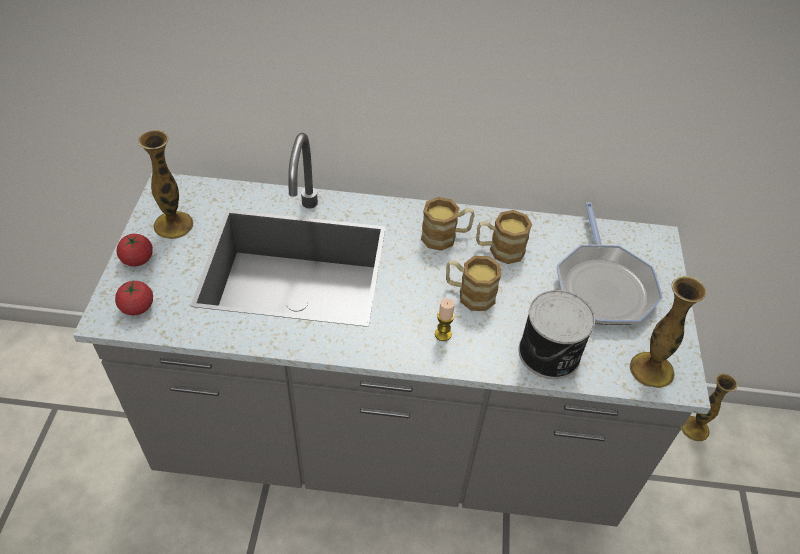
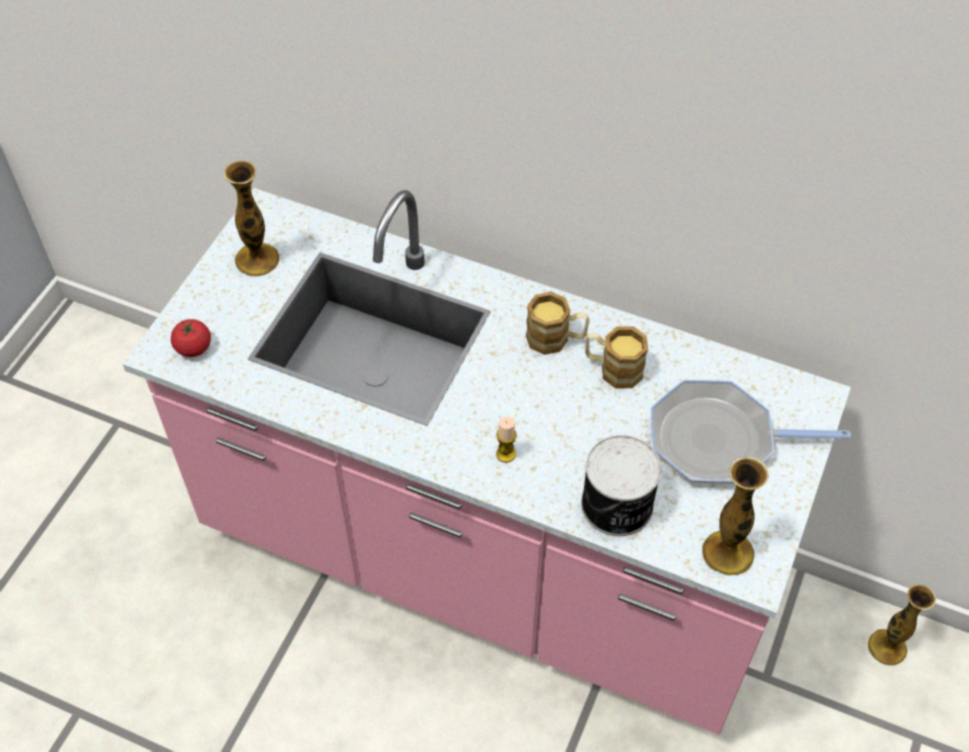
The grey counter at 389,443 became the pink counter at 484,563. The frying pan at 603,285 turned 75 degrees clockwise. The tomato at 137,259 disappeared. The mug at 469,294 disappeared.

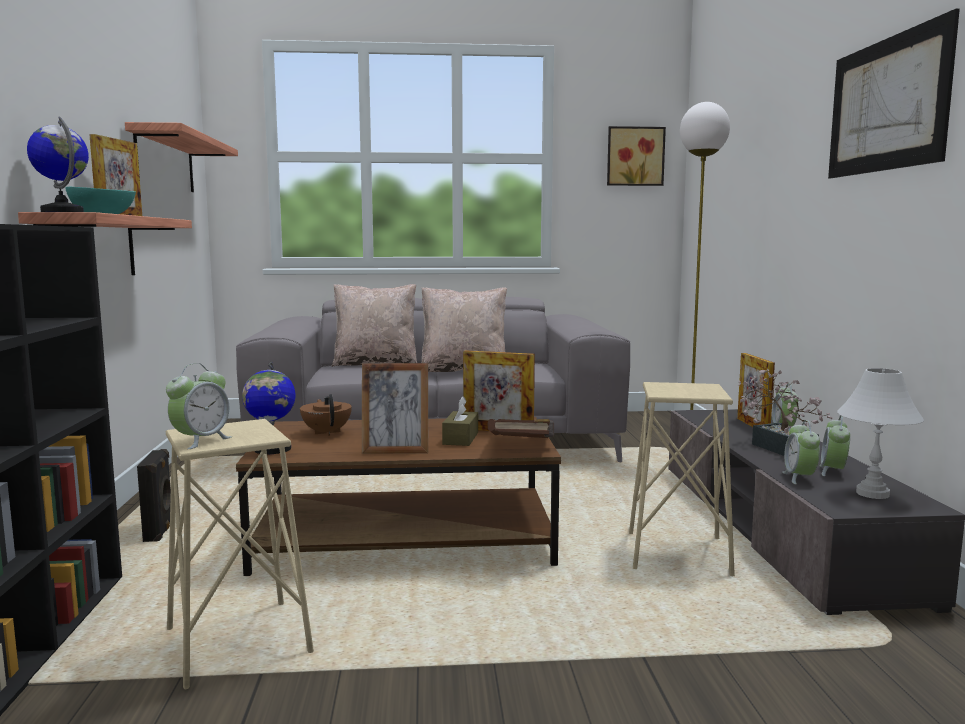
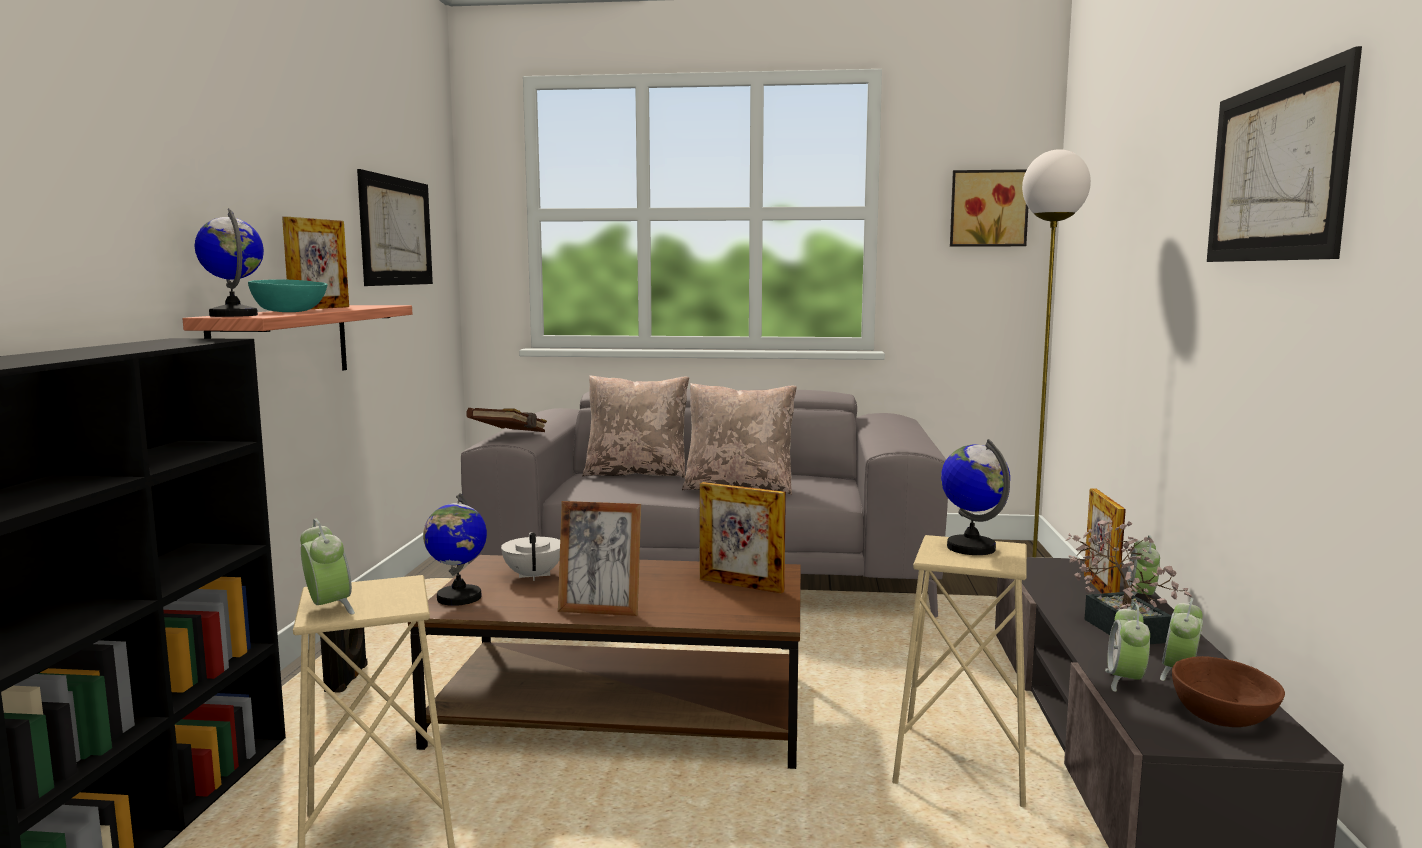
The shelf at 165,162 was replaced by the picture at 396,231. The alarm clock at 201,441 turned 75 degrees counterclockwise. The white table lamp at 873,494 was replaced by the brown bowl at 1220,716. The brown teapot at 327,432 became the white teapot at 534,576. The brown tissue box at 460,438 disappeared. The brown book moved from 522,447 to 510,436. The globe at 971,548 appeared.

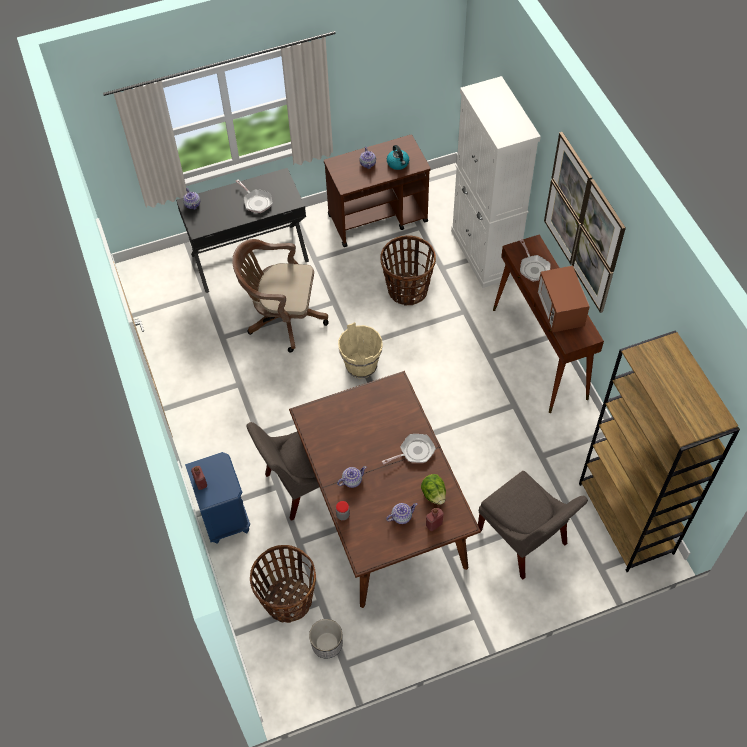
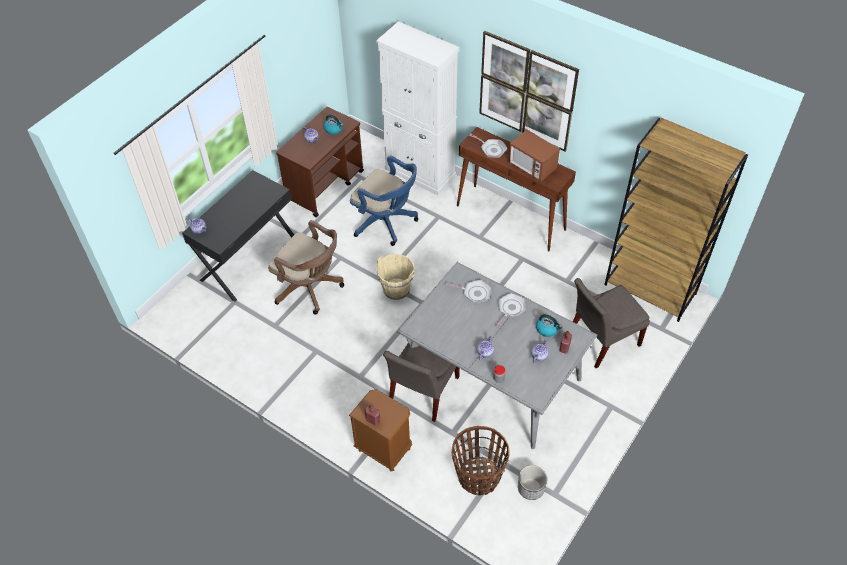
The frying pan moved from 256,201 to 474,293. The basket at 407,290 was replaced by the blue office chair at 386,222. The brown office chair at 282,318 turned 120 degrees counterclockwise. The brown dining table at 381,510 became the grey dining table at 492,376. The blue nightstand at 224,517 became the brown nightstand at 383,449. The grey chair at 524,540 turned 135 degrees clockwise. The lettuce at 433,494 was replaced by the kettle at 547,329.

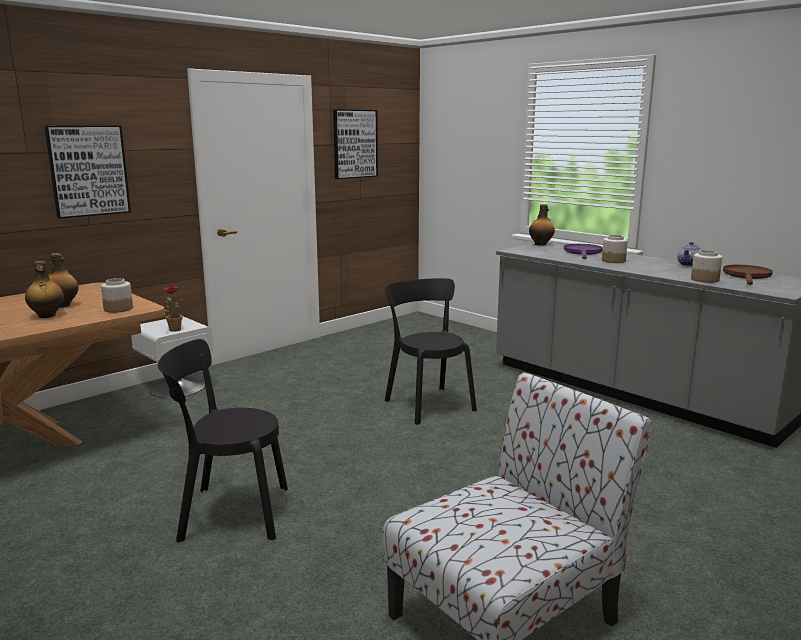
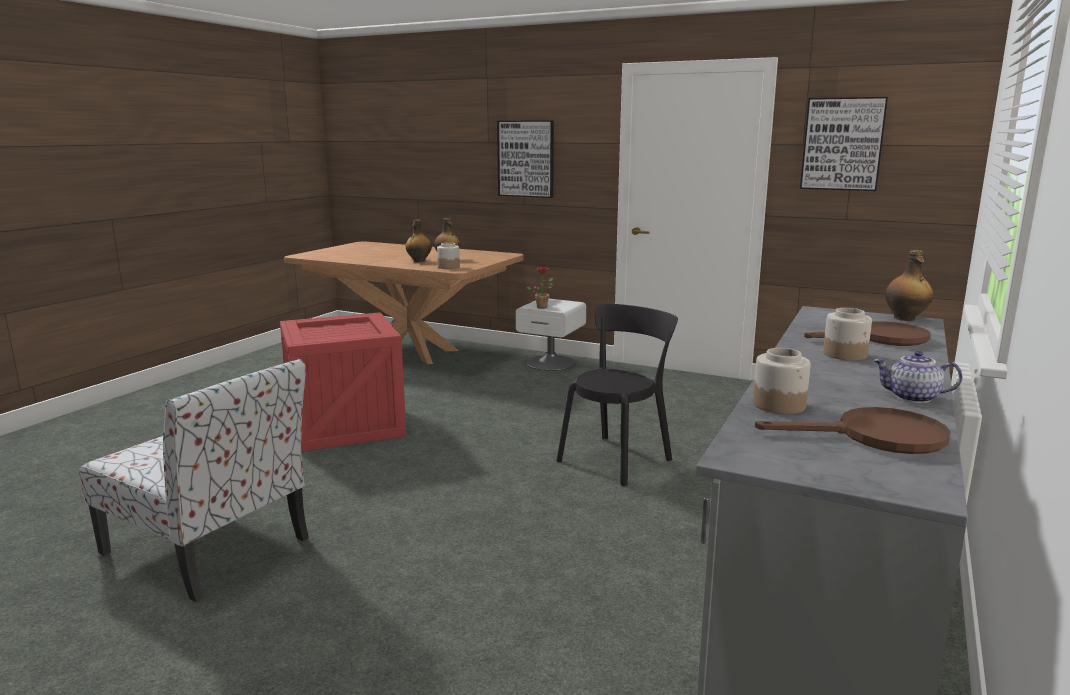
The purple frying pan at 583,253 became the brown frying pan at 881,339. The black chair at 229,513 was replaced by the crate at 346,424.

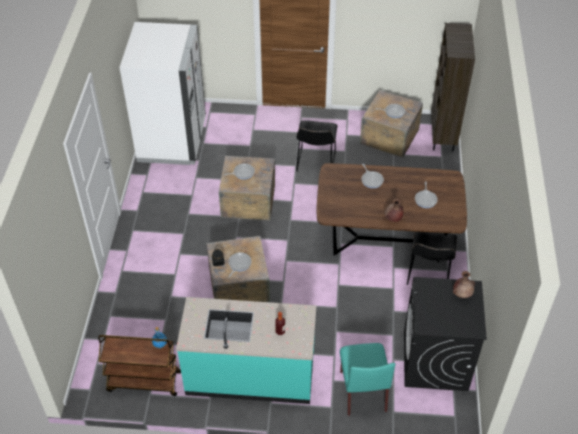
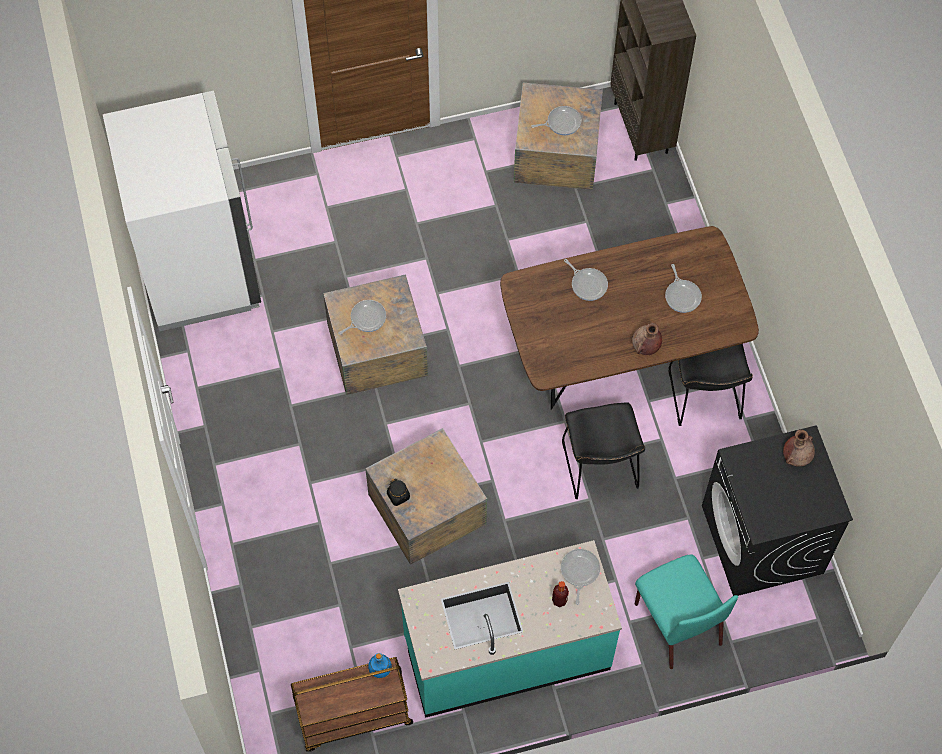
The black chair moved from 315,163 to 601,469. The frying pan moved from 239,264 to 579,572.

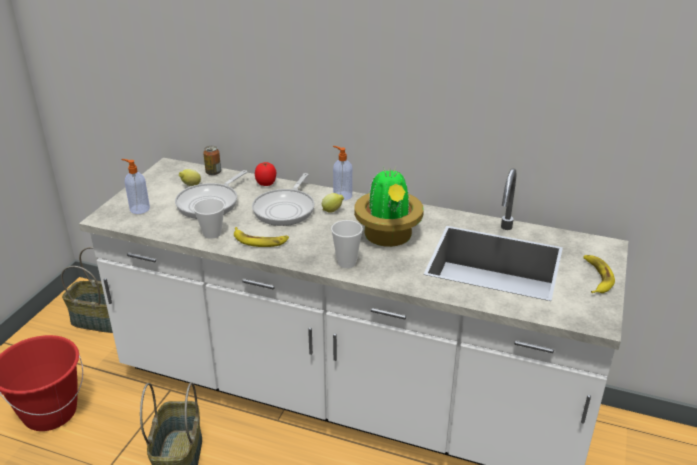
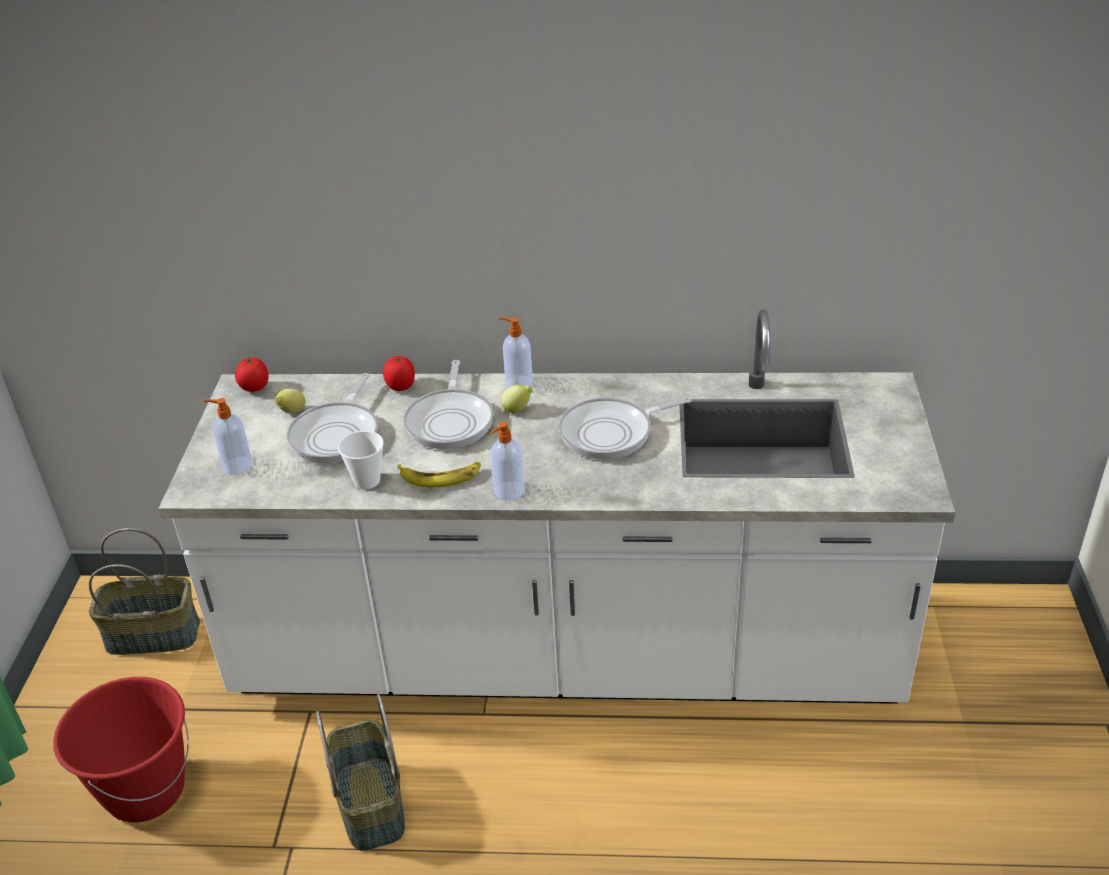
The can at 213,172 disappeared. The potted plant at 388,237 was replaced by the frying pan at 611,433. The cup at 346,263 disappeared. The banana at 596,277 disappeared. The tomato at 254,388 appeared. The soap dispenser at 508,492 appeared.

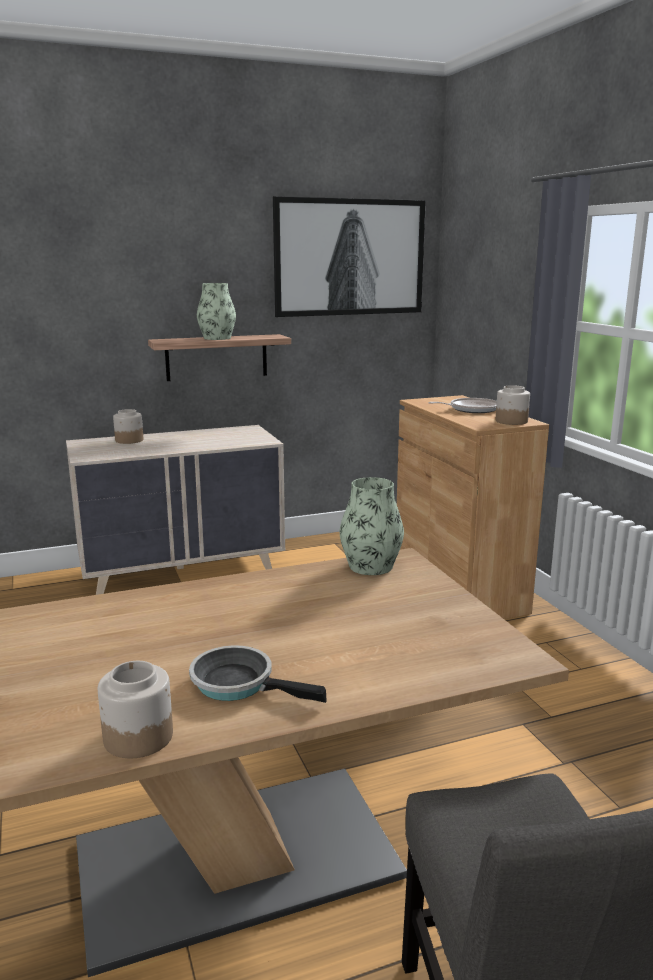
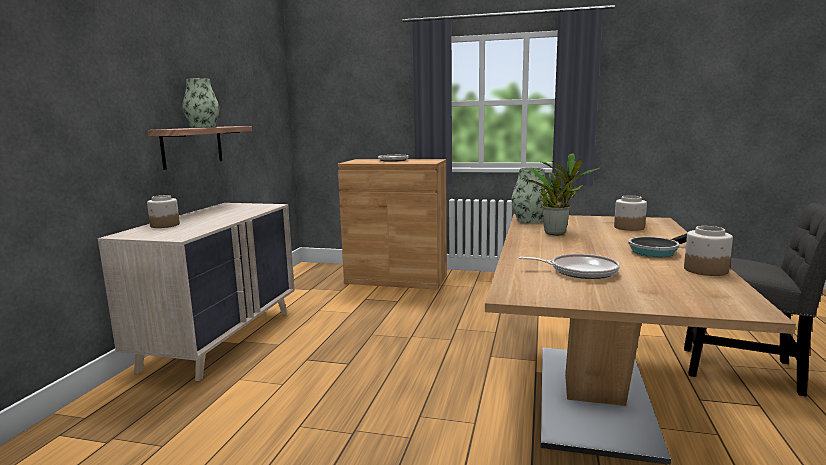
The picture at 349,257 disappeared. The jar moved from 511,421 to 628,227. The potted plant at 557,233 appeared. The frying pan at 580,271 appeared.

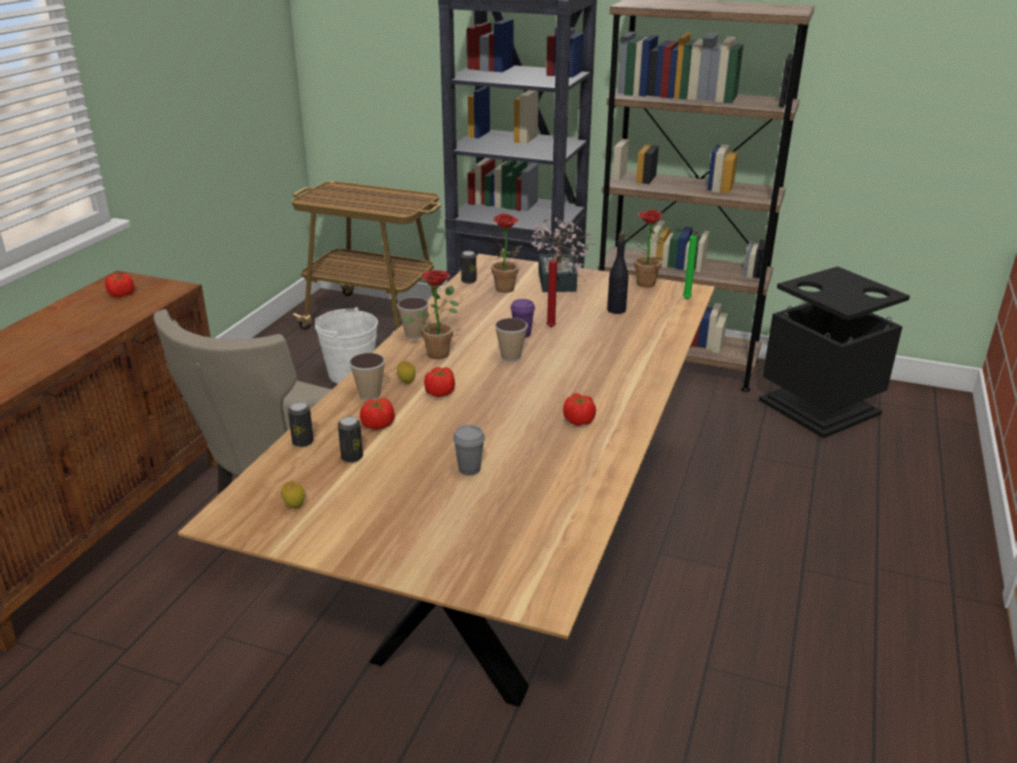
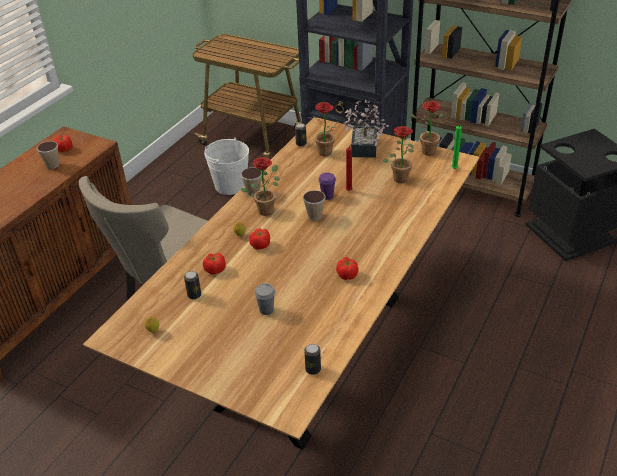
The black bottle at 616,310 was replaced by the potted plant at 400,177. The cup moved from 369,394 to 53,165. The can moved from 303,442 to 313,369.

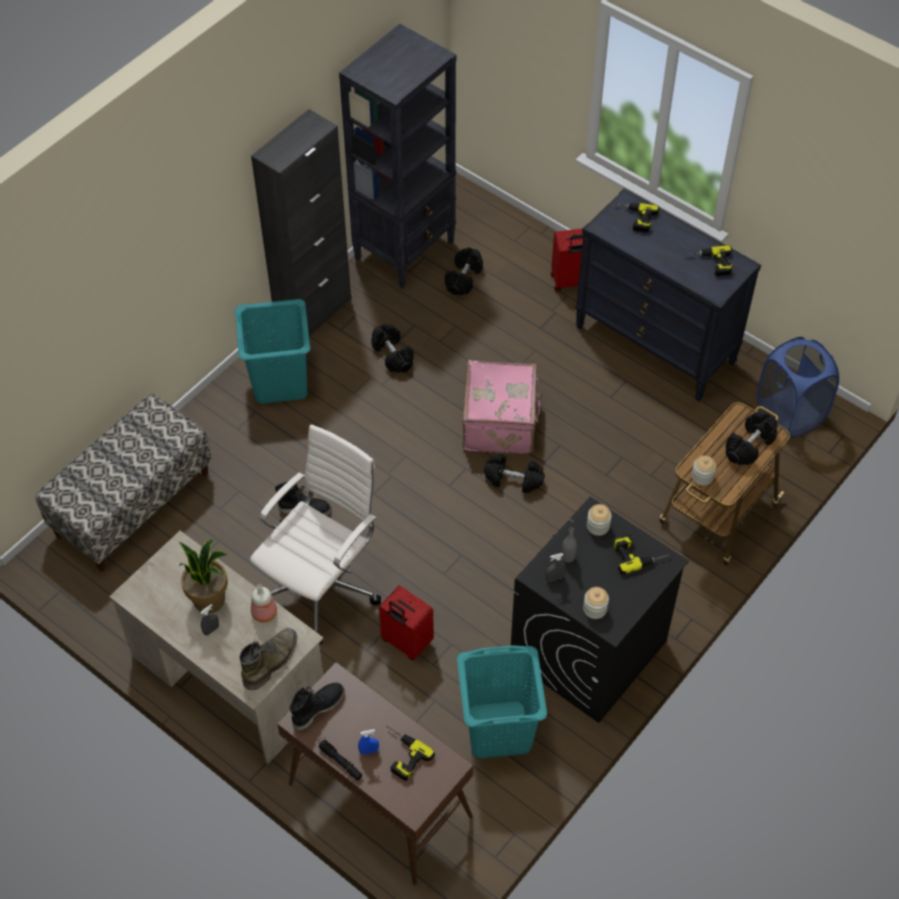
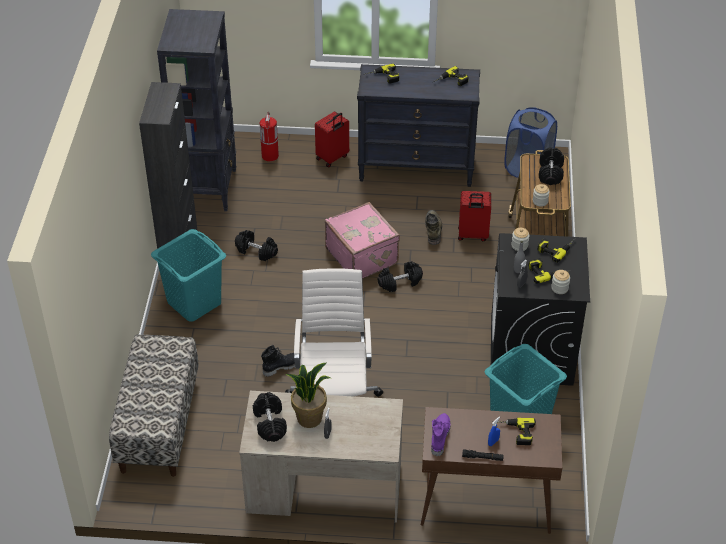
The black dumbbell moved from 463,278 to 269,423. The bottle at 264,613 disappeared. The red suitcase moved from 406,642 to 472,235. The green boot moved from 271,661 to 433,229. The black boot at 318,707 became the purple boot at 439,437. The fire extinguisher at 270,156 appeared. The power drill at 547,271 appeared.

